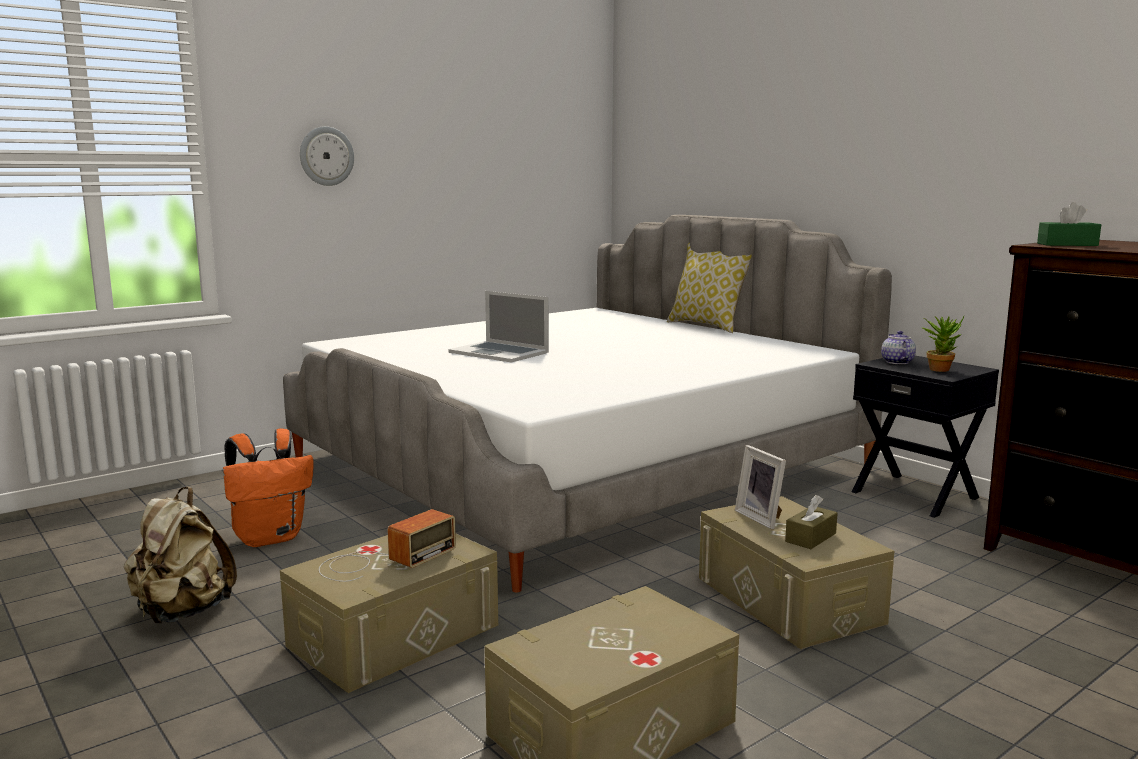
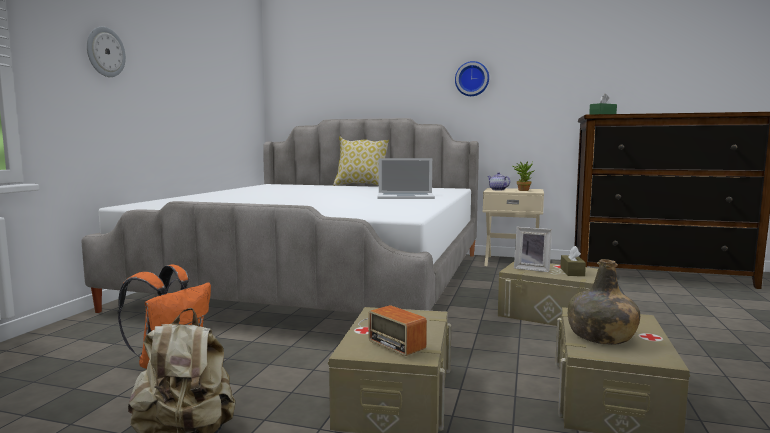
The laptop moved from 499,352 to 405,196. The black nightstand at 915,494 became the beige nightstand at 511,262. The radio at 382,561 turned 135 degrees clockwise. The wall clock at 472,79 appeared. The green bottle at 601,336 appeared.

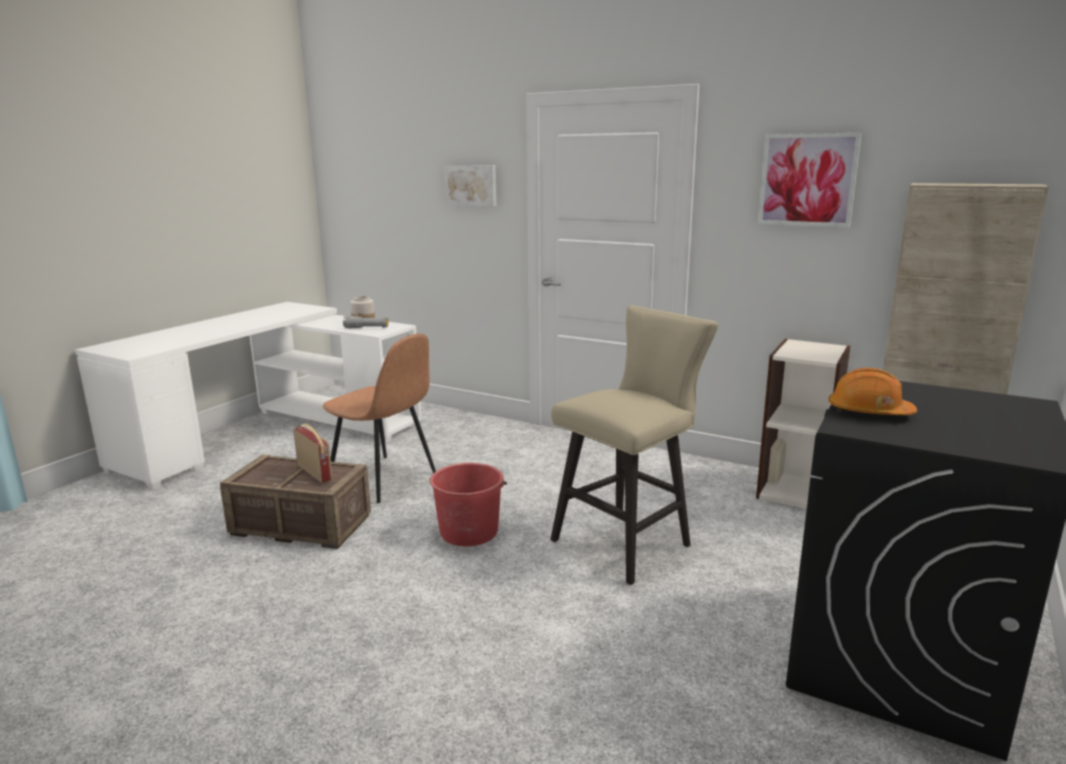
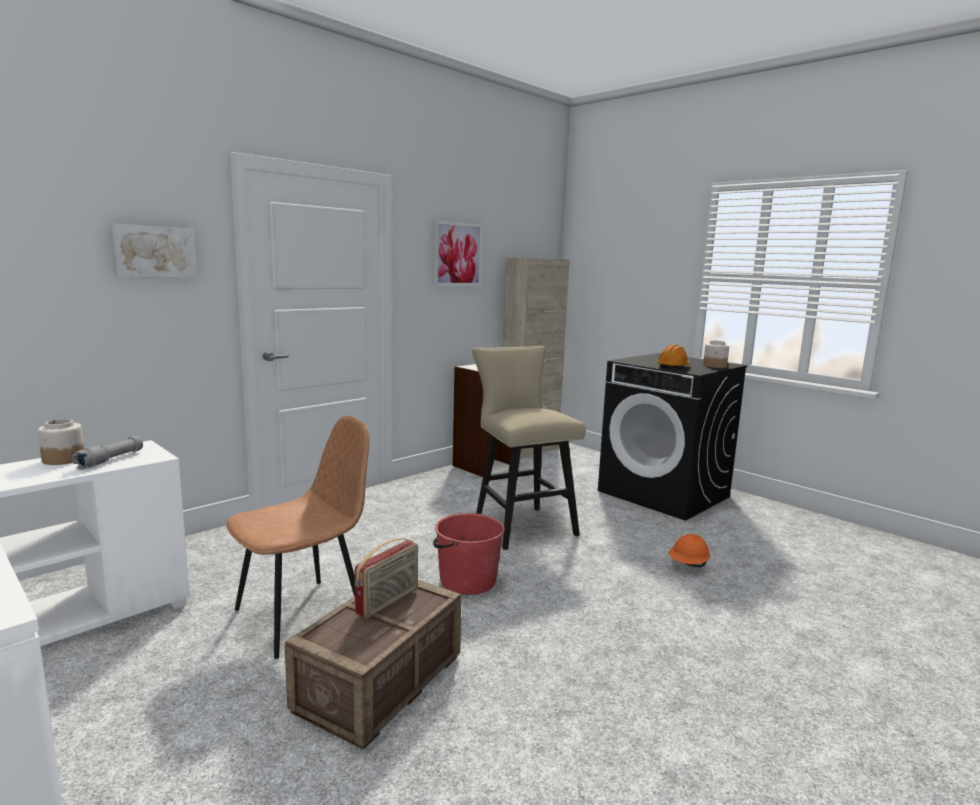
The radio at 315,472 turned 150 degrees clockwise. The jar at 715,366 appeared. The orange hard hat at 688,565 appeared.

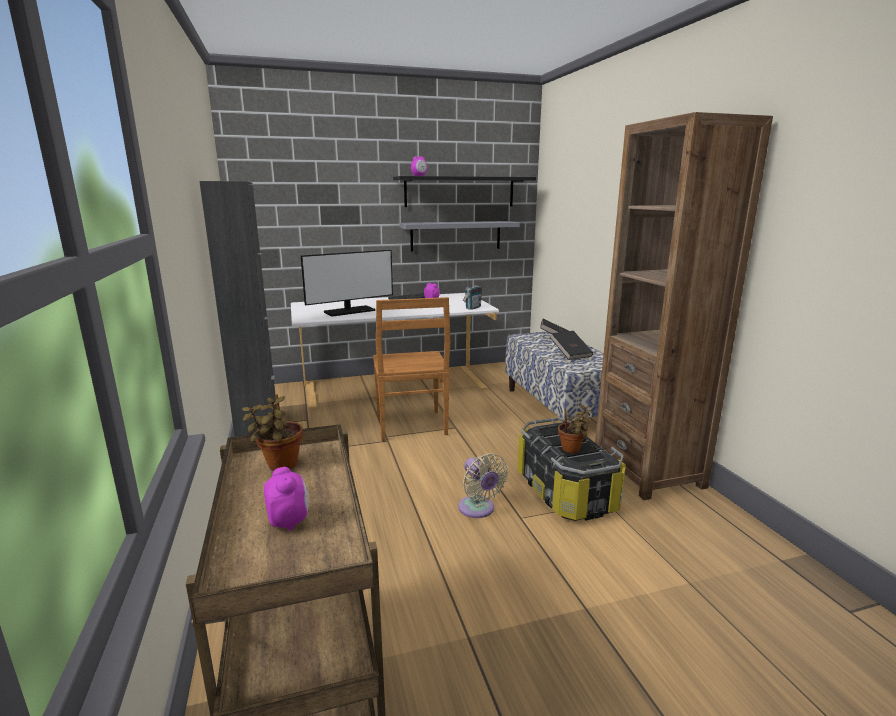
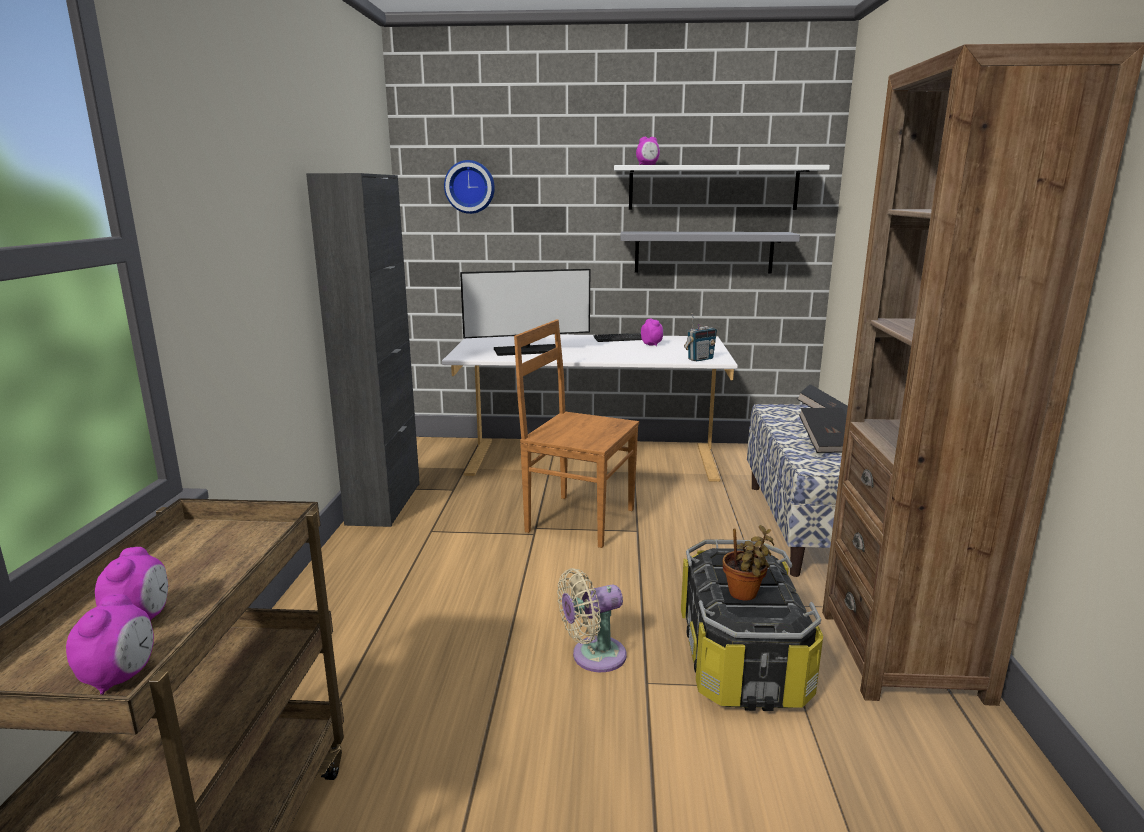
The black shelf at 459,192 became the white shelf at 713,188. The brown chair at 411,426 turned 105 degrees clockwise. The potted plant at 280,466 disappeared. The beige fan at 478,509 turned 75 degrees clockwise. The wall clock at 470,187 appeared. The alarm clock at 121,677 appeared.

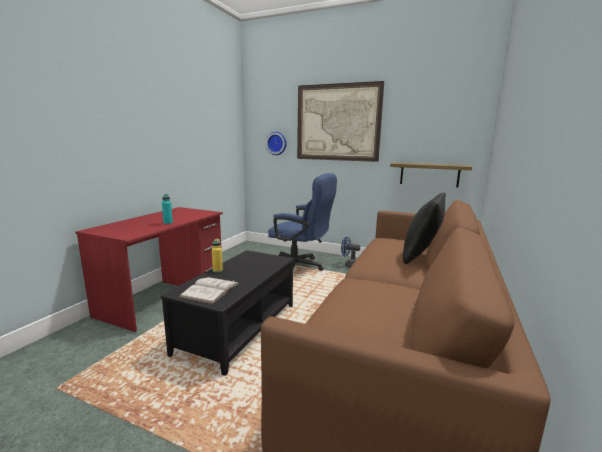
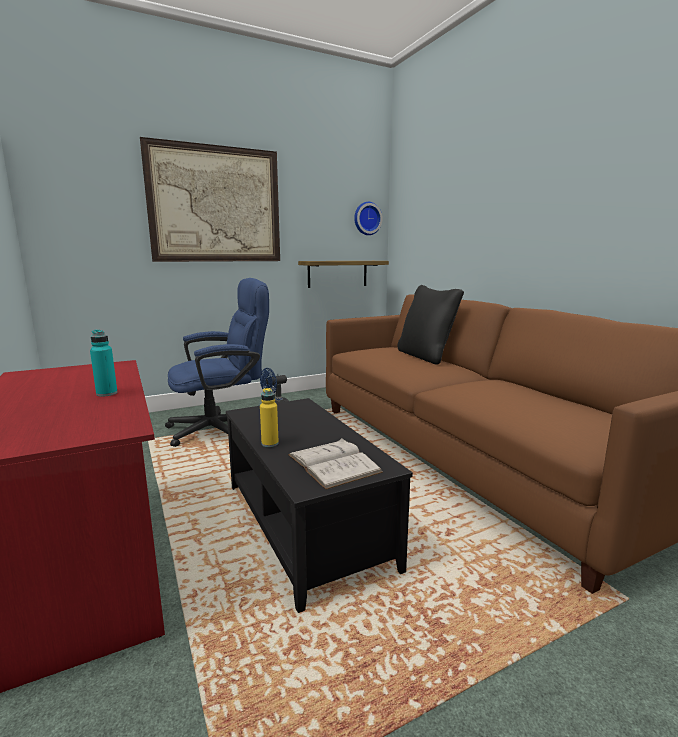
The wall clock moved from 277,143 to 367,218.

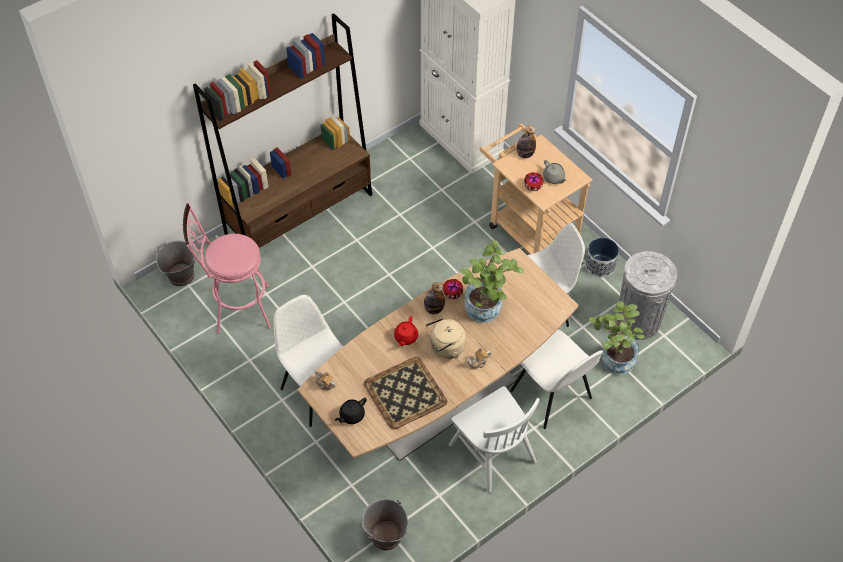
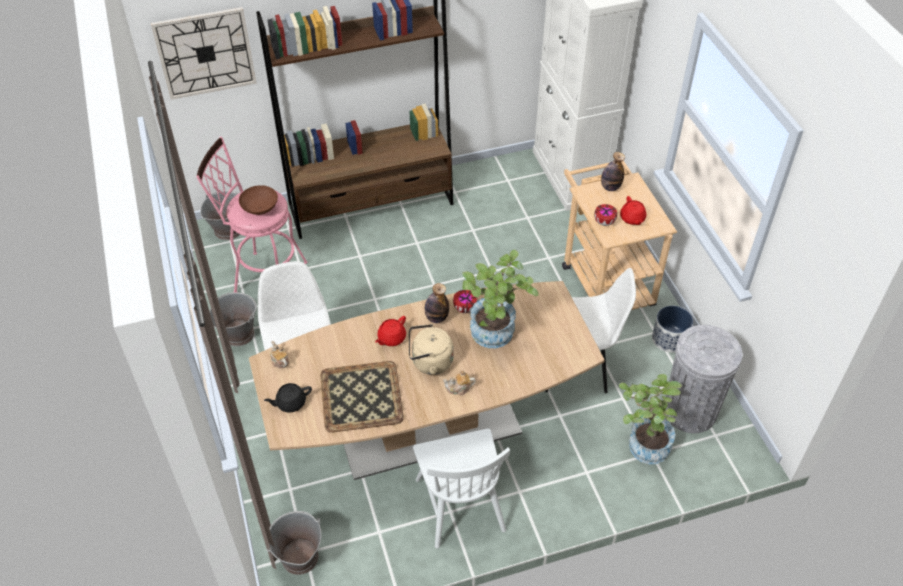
The grey teapot at 553,178 became the red teapot at 632,219. The white chair at 552,396 disappeared. The wall clock at 205,53 appeared. The brown bowl at 260,208 appeared. The grey bucket at 238,334 appeared.

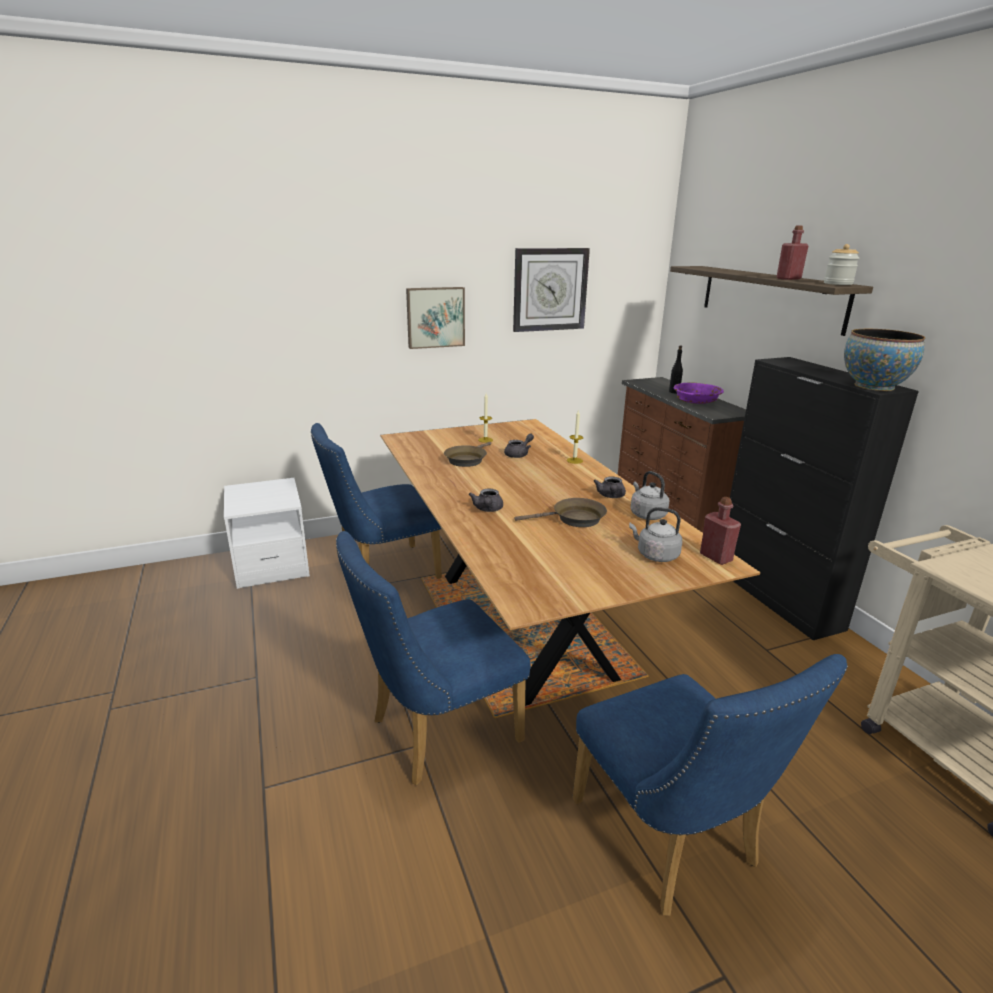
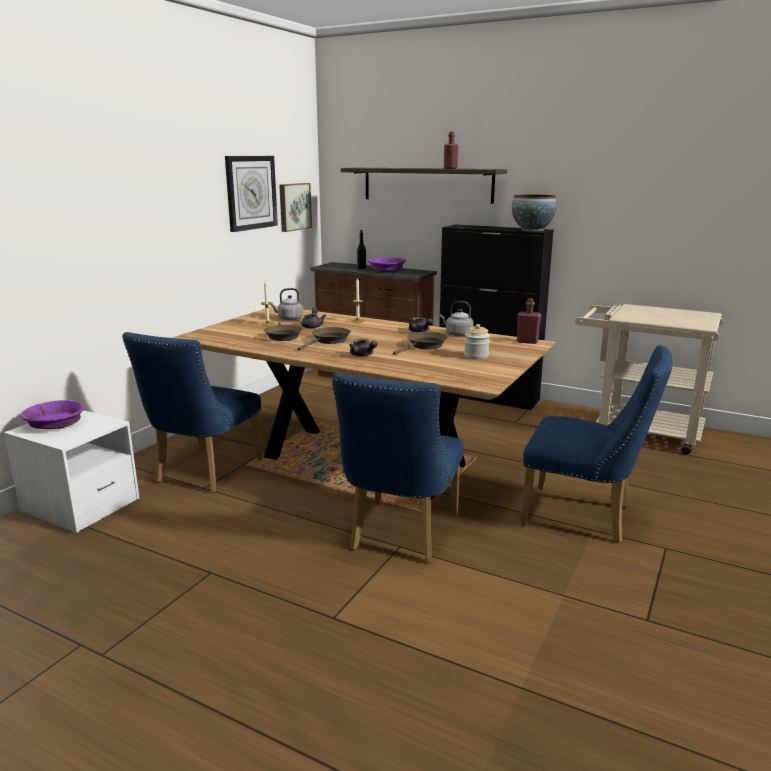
The jar moved from 838,284 to 476,356. The picture moved from 435,317 to 294,206. The grey kettle moved from 655,555 to 289,319. The brown frying pan at 329,341 appeared. The purple bowl at 56,424 appeared.

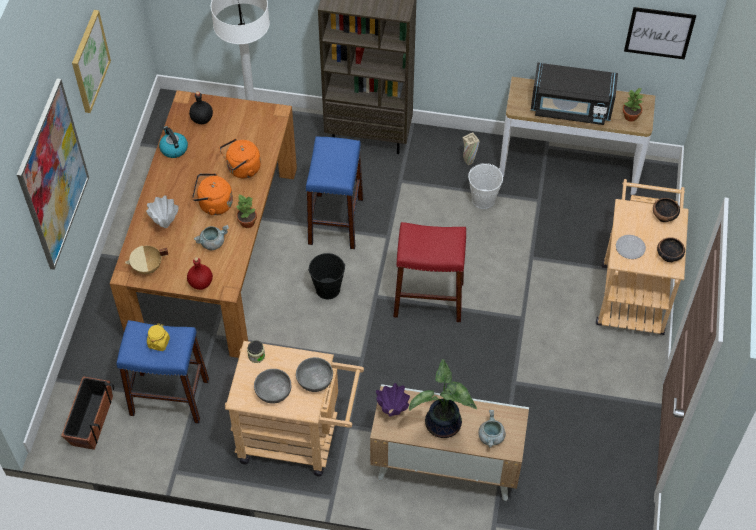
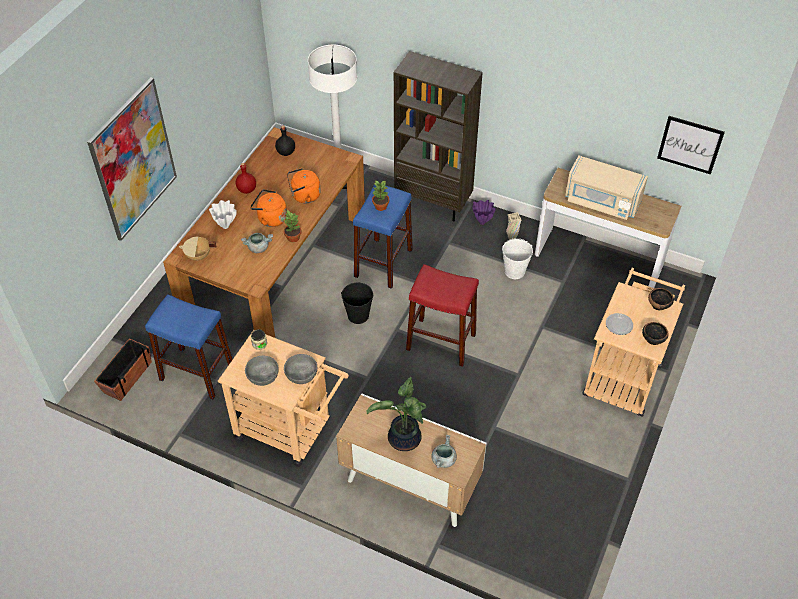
The picture at 89,61 disappeared. The black microwave at 570,108 became the beige microwave at 602,201. The potted plant moved from 630,116 to 380,206. The kettle at 173,148 disappeared. The red bottle moved from 200,283 to 246,190. The yellow jar at 159,342 disappeared. The purple vase moved from 393,412 to 482,223.

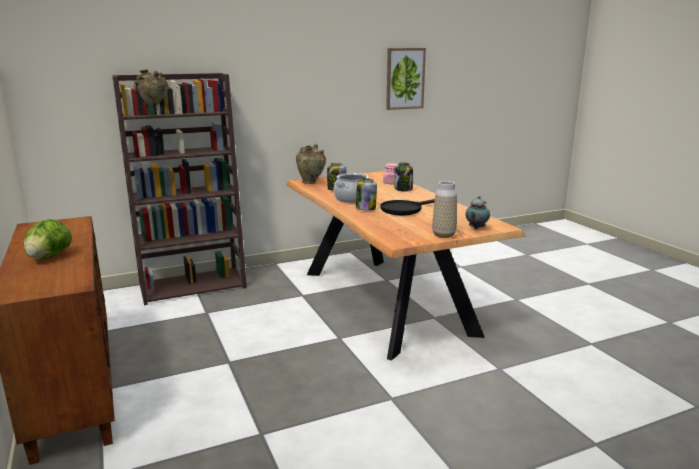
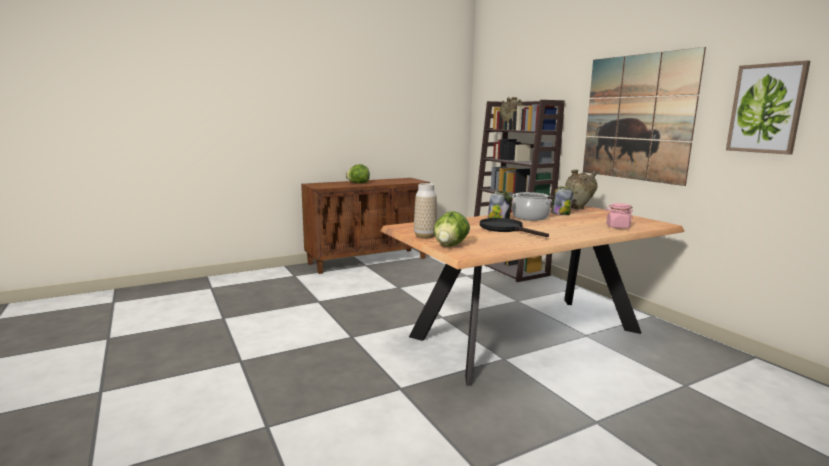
The jar at 403,189 disappeared. The teapot at 475,229 was replaced by the lettuce at 450,245. The picture at 637,118 appeared.

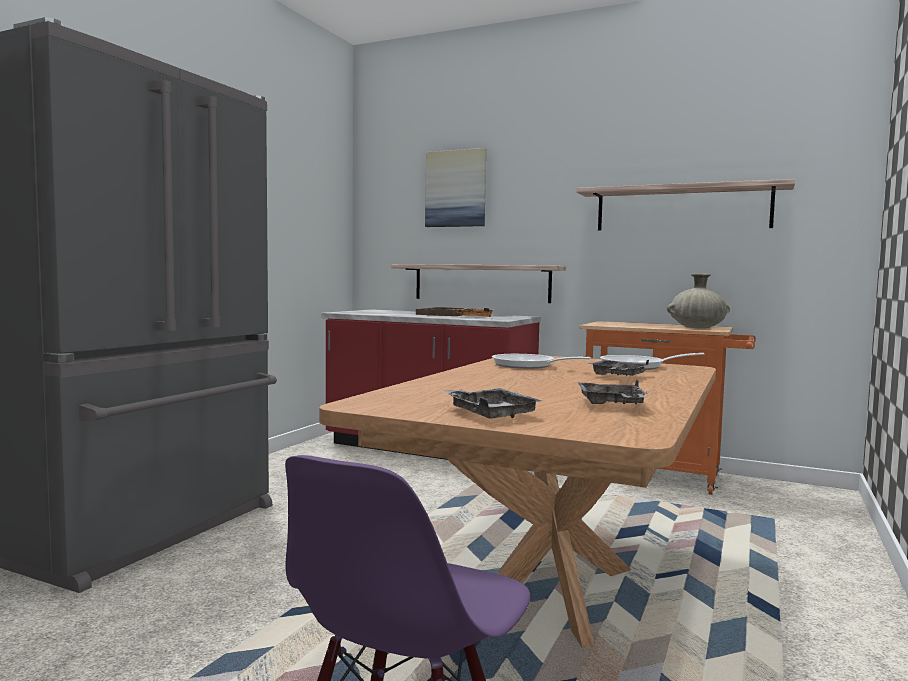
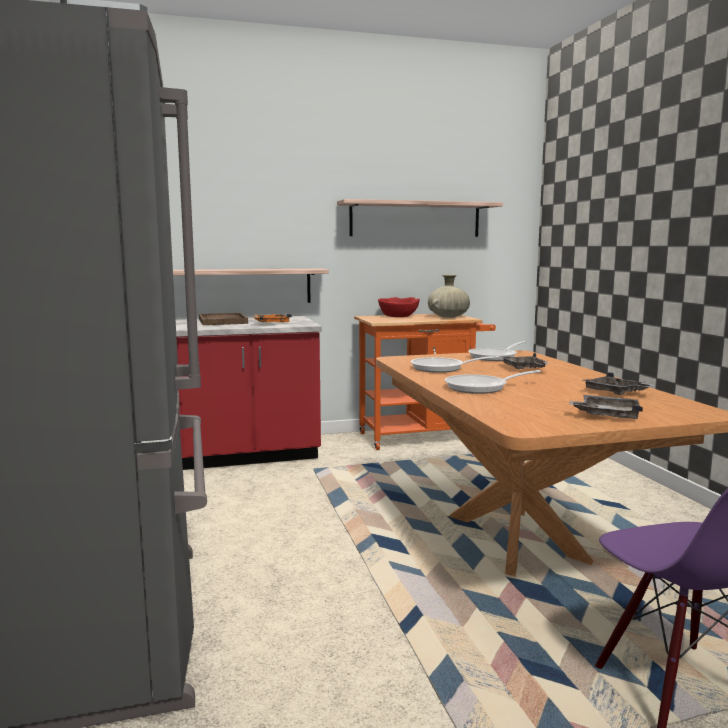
The picture at 456,189 disappeared. The red bowl at 398,316 appeared. The frying pan at 481,388 appeared.

